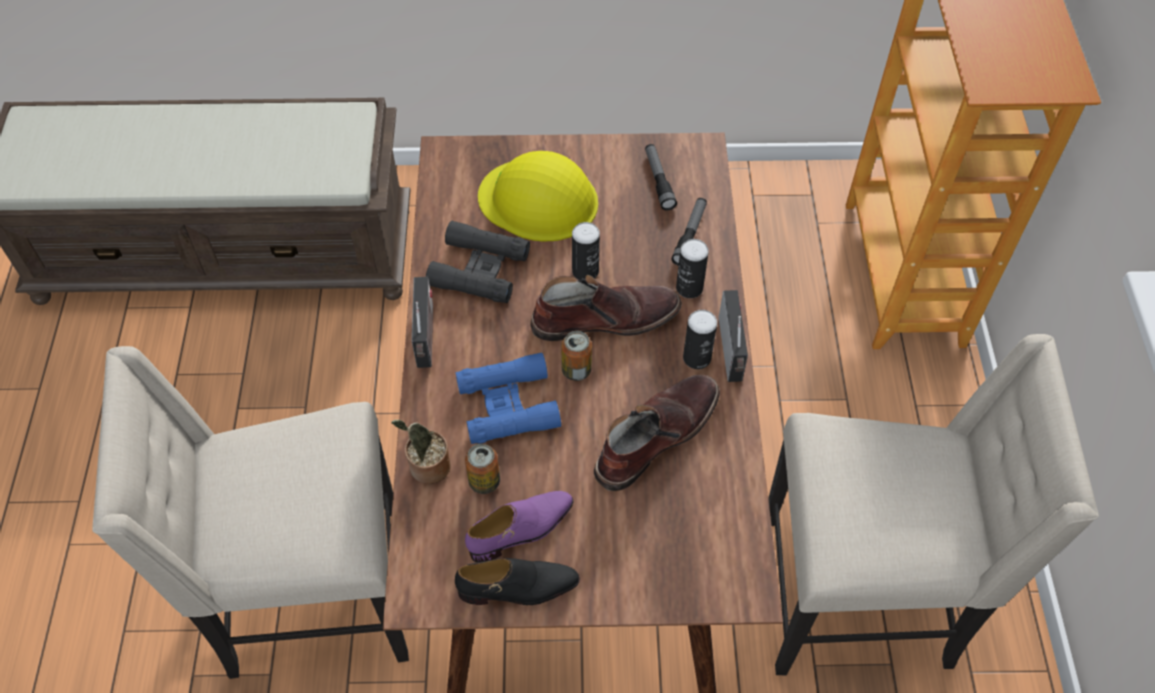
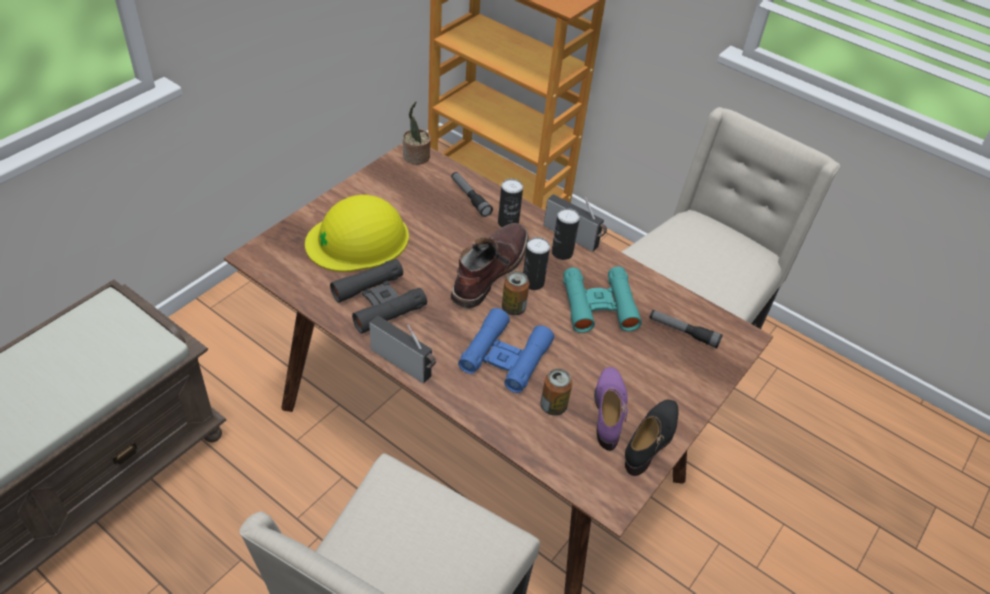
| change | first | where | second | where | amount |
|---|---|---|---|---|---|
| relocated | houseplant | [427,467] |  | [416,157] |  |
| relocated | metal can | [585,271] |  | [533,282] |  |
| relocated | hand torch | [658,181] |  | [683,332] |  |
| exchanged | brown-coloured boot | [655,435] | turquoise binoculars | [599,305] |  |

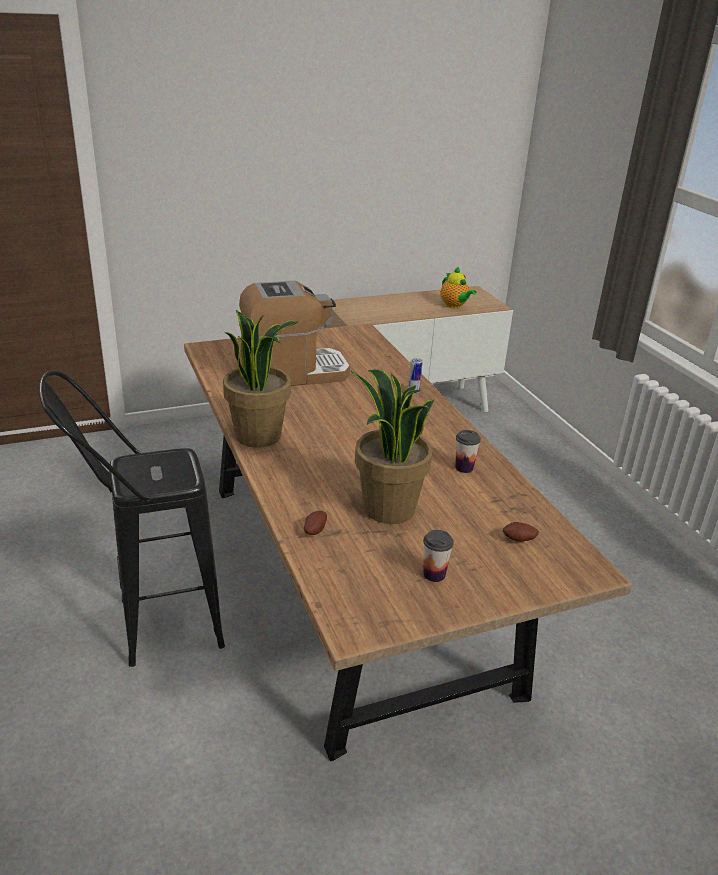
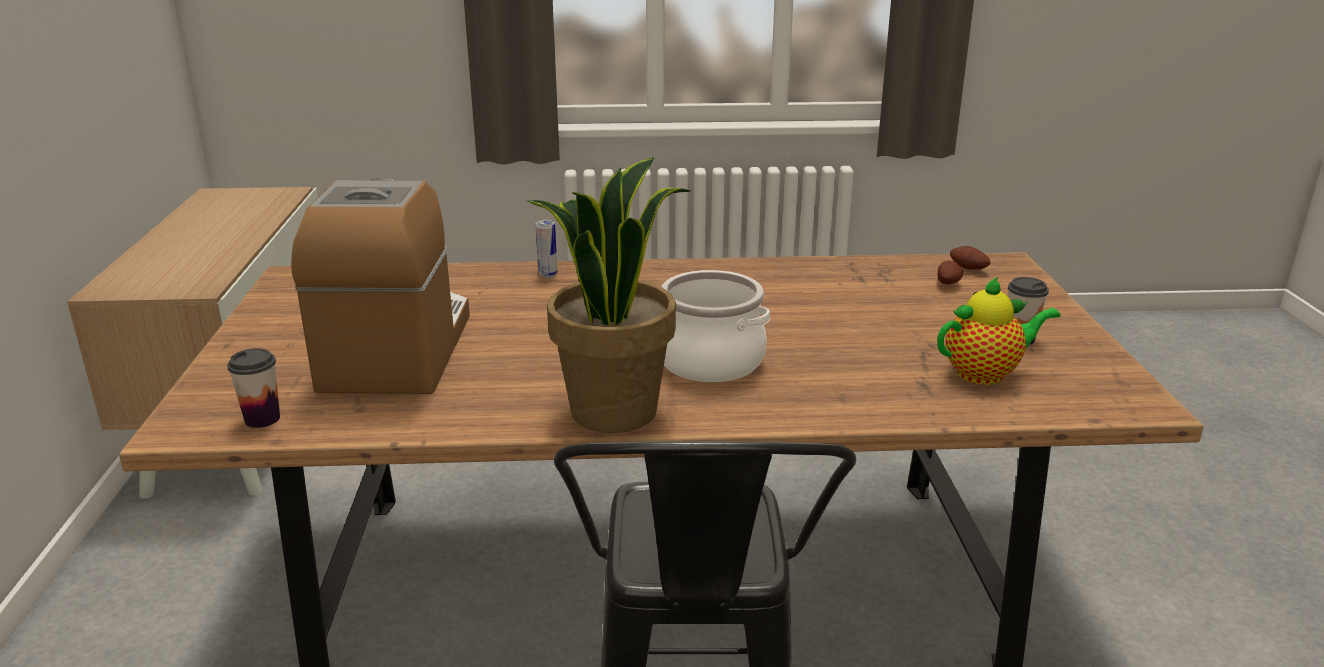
| change | first | where | second | where | amount |
|---|---|---|---|---|---|
| missing | houseplant | [388,509] |  |  |  |
| appeared |  |  | saucepot | [709,362] |  |
| relocated | whole potato | [314,530] |  | [967,269] |  |
| relocated | tea pot | [454,306] |  | [985,374] |  |
| relocated | cup | [464,468] |  | [262,419] |  |

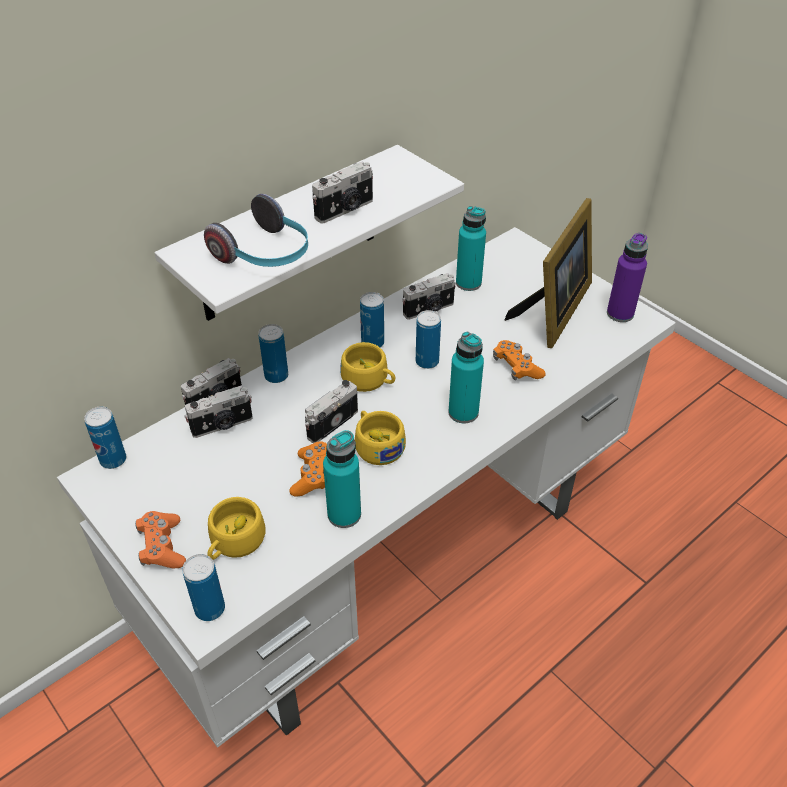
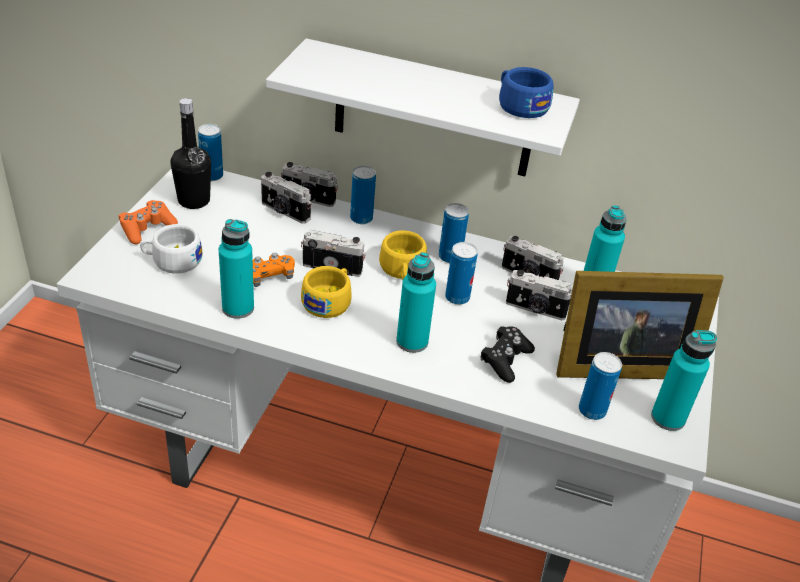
| change | first | where | second | where | amount |
|---|---|---|---|---|---|
| missing | headphones | [265,255] |  |  |  |
| appeared |  |  | black drink bottle | [194,200] |  |
| appeared |  |  | blue cup | [519,105] |  |
| relocated | metal can | [210,609] |  | [592,410] |  |
| relocated | still camera | [345,210] |  | [535,309] |  |
| colour | yellowish cup | [234,542] | white cup | [172,261] |  |
| colour | orange gamepad | [516,367] | black gamepad | [505,360] |  |
| colour | purple drink bottle | [620,314] | turquoise drink bottle | [668,418] |  |

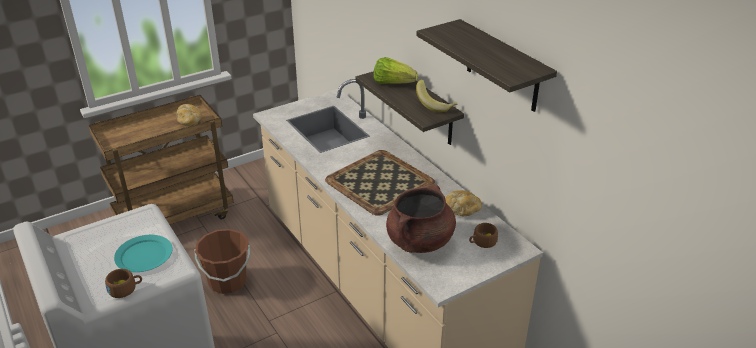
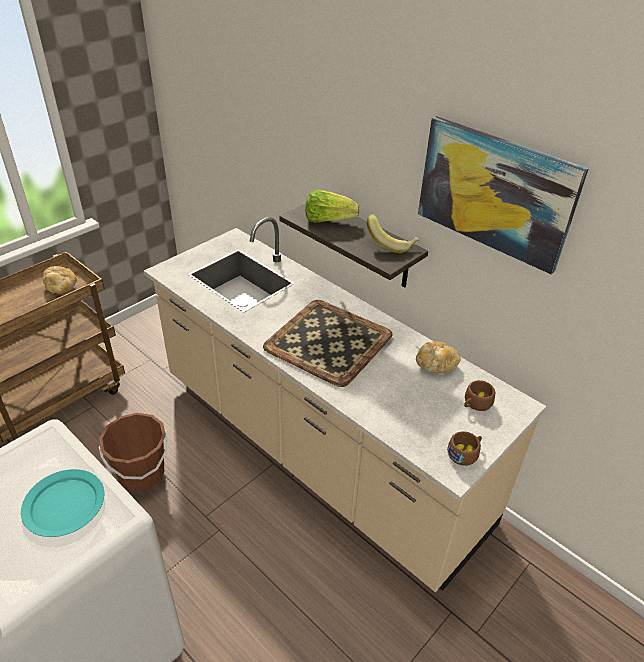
| change | first | where | second | where | amount |
|---|---|---|---|---|---|
| missing | brown-coloured saucepot | [420,241] |  |  |  |
| relocated | brown-coloured cup | [125,289] |  | [465,453] |  |
| exchanged | wall shelf | [502,66] | wall picture | [495,192] |  |

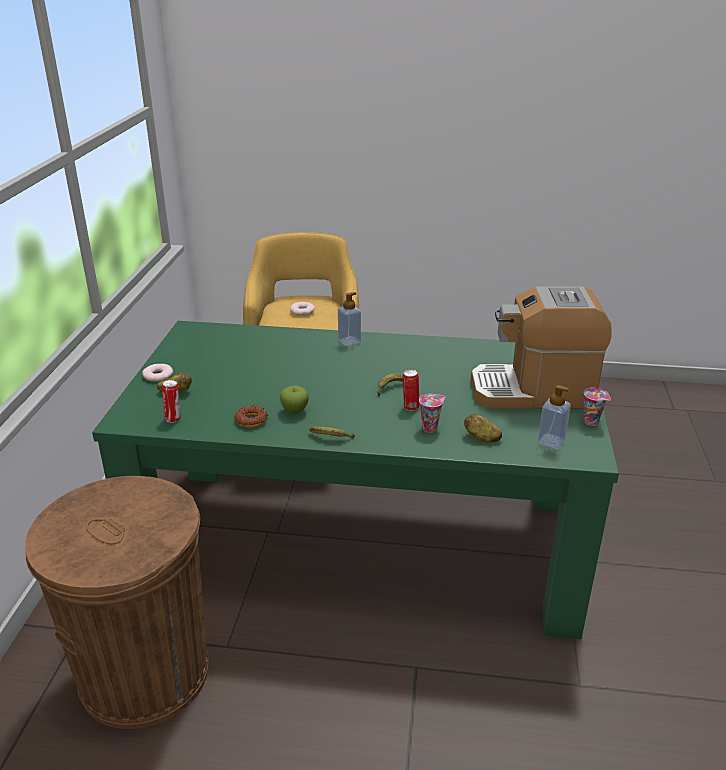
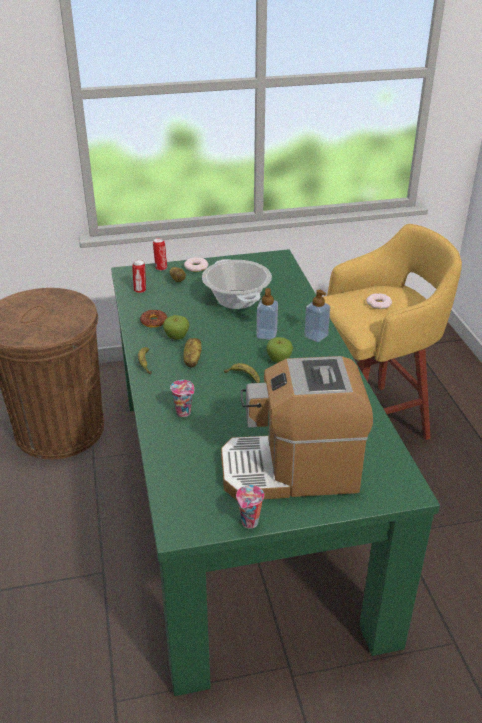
| change | first | where | second | where | amount |
|---|---|---|---|---|---|
| appeared |  |  | saucepot | [237,299] |  |
| appeared |  |  | whole apple | [279,360] |  |
| relocated | metal can | [410,407] |  | [161,268] |  |
| relocated | whole potato | [481,438] |  | [192,360] |  |
| relocated | liquid soap bottle | [551,441] |  | [266,334] |  |
| spun | coffee machine | [533,391] |  | [291,470] | 75 degrees counterclockwise |

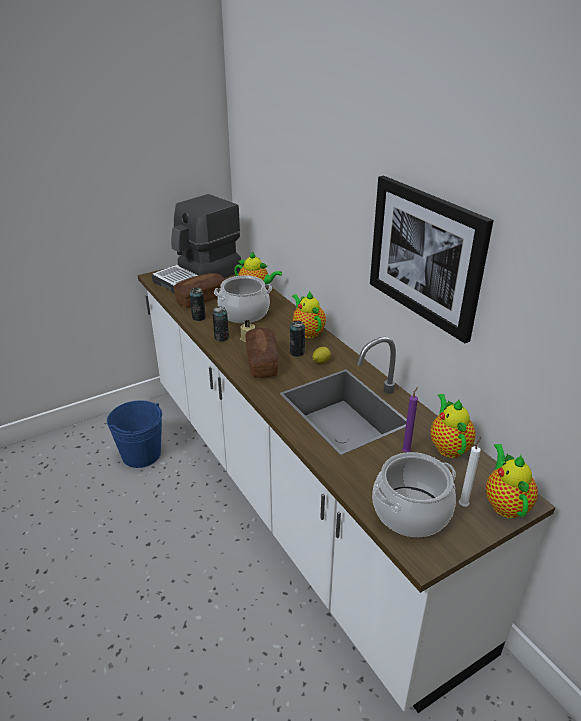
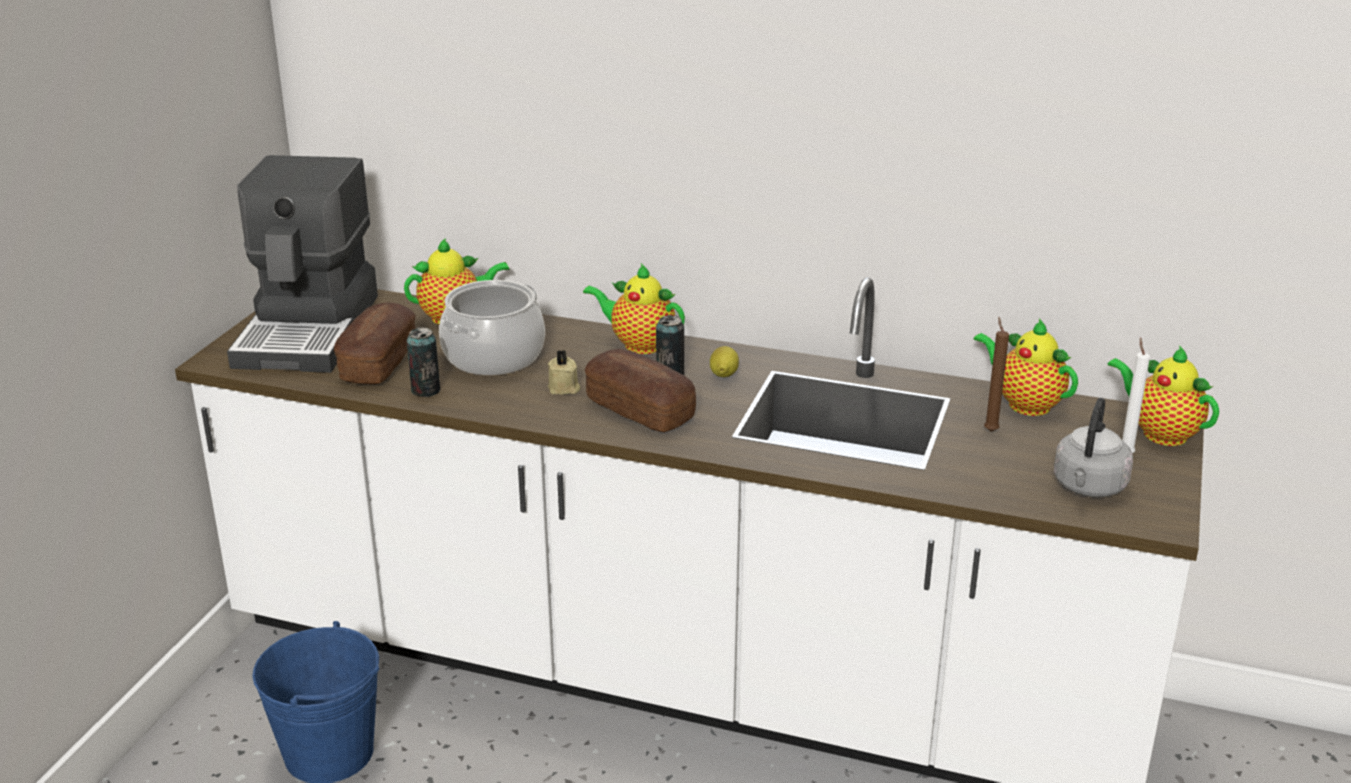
| change | first | where | second | where | amount |
|---|---|---|---|---|---|
| missing | metal can | [221,338] |  |  |  |
| missing | wall picture | [426,255] |  |  |  |
| exchanged | saucepot | [411,512] | greyish water kettle | [1088,487] |  |
| colour | purple wax candle | [406,451] | brown-coloured wax candle | [990,430] |  |

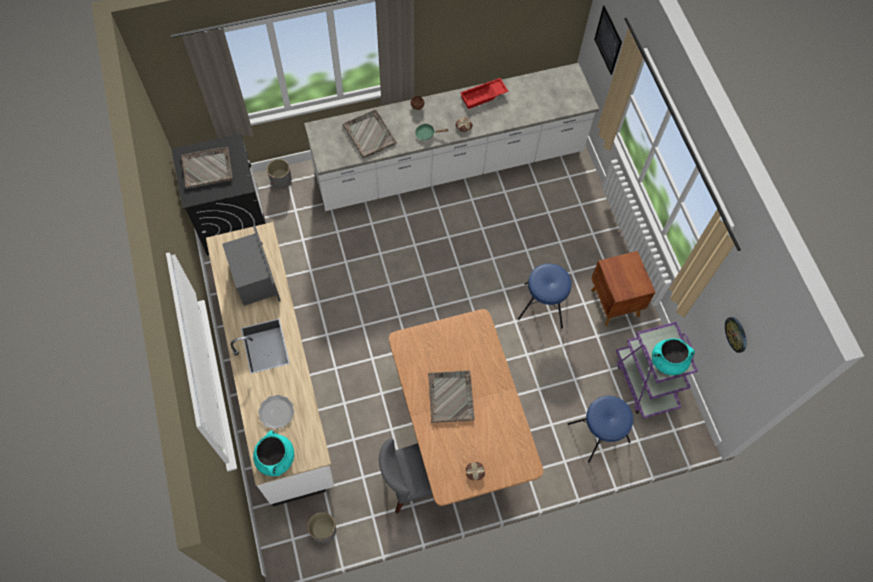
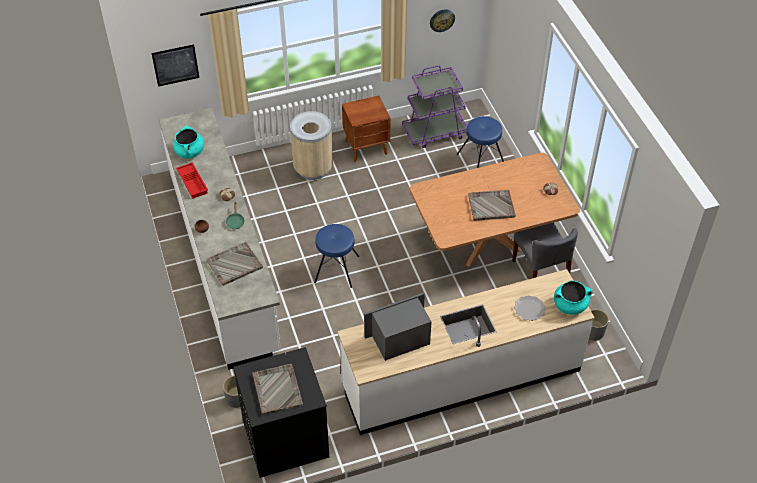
| change | first | where | second | where | amount |
|---|---|---|---|---|---|
| appeared |  |  | beige rubbish bin | [313,168] |  |
| relocated | blue sitting stool | [543,304] |  | [336,269] |  |
| relocated | turquoise saucepot | [667,361] |  | [190,152] |  |

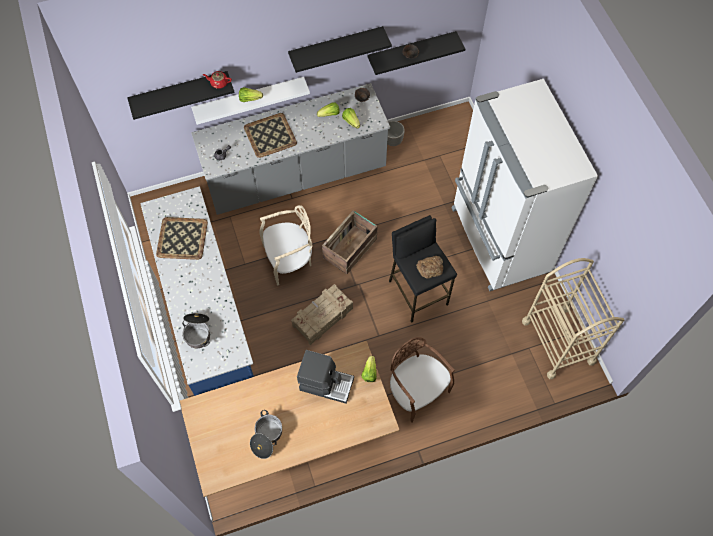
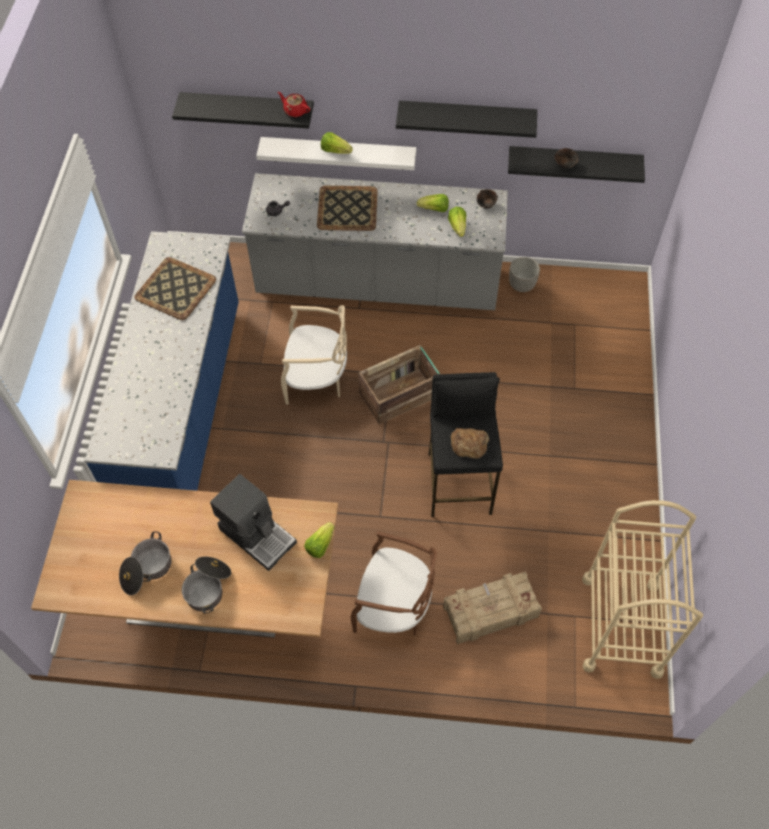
| change | first | where | second | where | amount |
|---|---|---|---|---|---|
| missing | white refrigerator | [498,240] |  |  |  |
| relocated | saucepot | [198,332] |  | [208,587] |  |
| relocated | packing crate | [322,317] |  | [489,611] |  |
| spun | brown-coloured chair | [417,390] |  | [394,607] | 120 degrees clockwise |

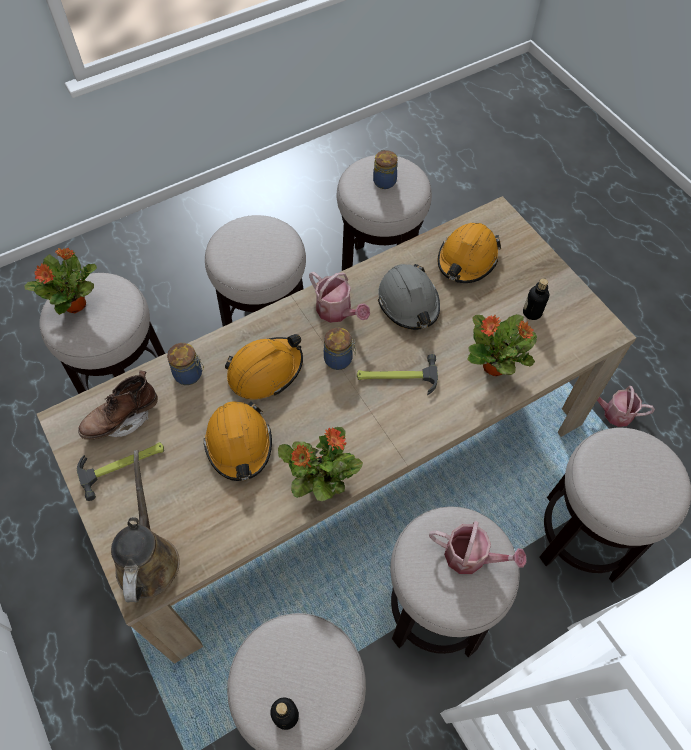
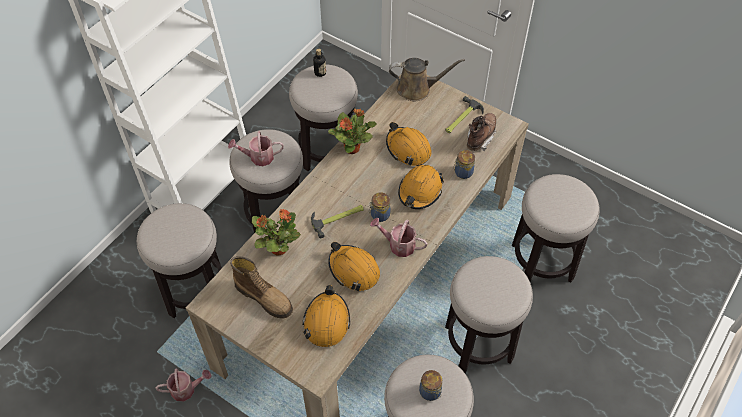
| change | first | where | second | where | amount |
|---|---|---|---|---|---|
| missing | houseplant | [76,304] |  |  |  |
| exchanged | drink bottle | [532,312] | boot | [264,297] |  |
| colour | greyish safety helmet | [408,303] | orange safety helmet | [354,270] |  |
| spun | brown-coloured sprinkling can | [148,558] |  | [417,89] | 60 degrees counterclockwise |

